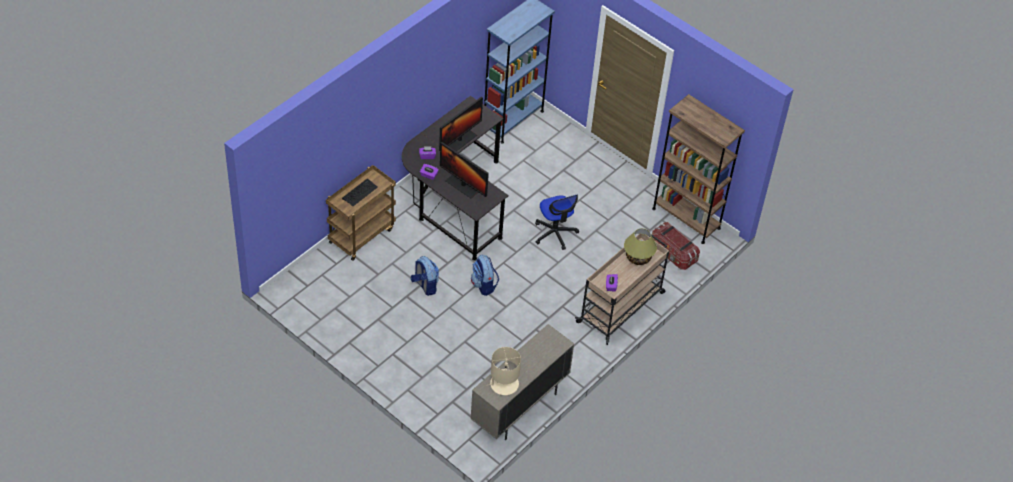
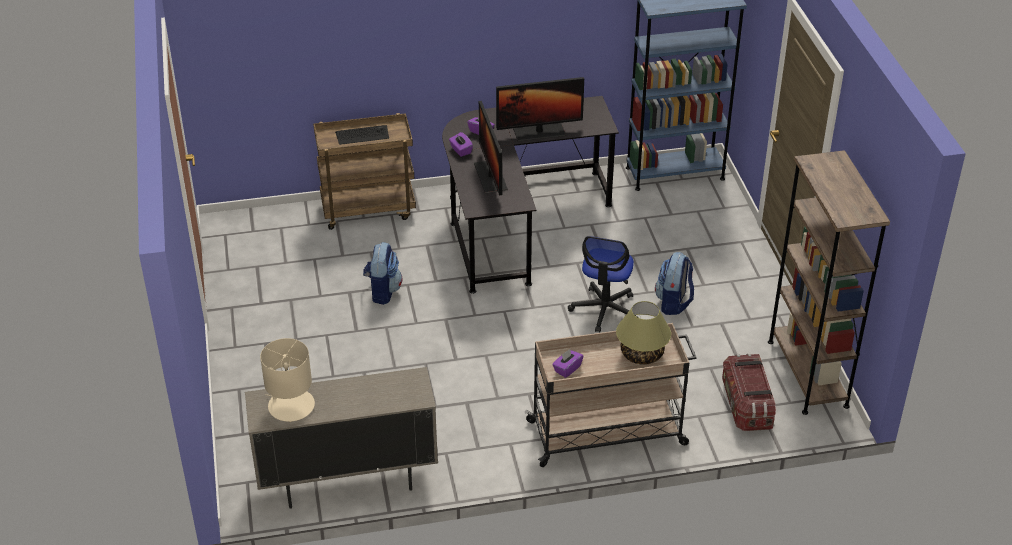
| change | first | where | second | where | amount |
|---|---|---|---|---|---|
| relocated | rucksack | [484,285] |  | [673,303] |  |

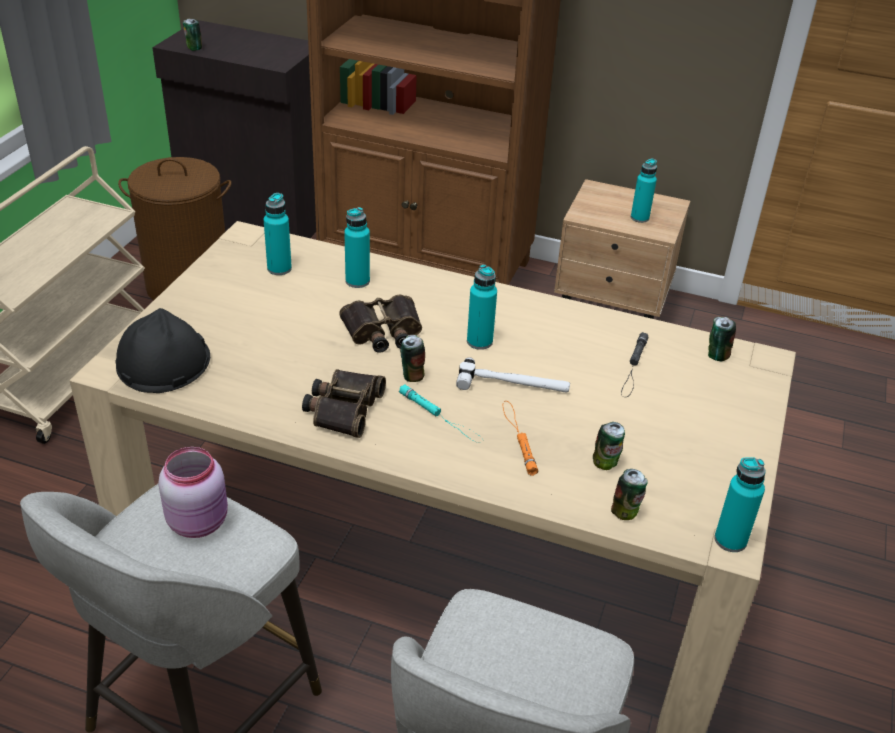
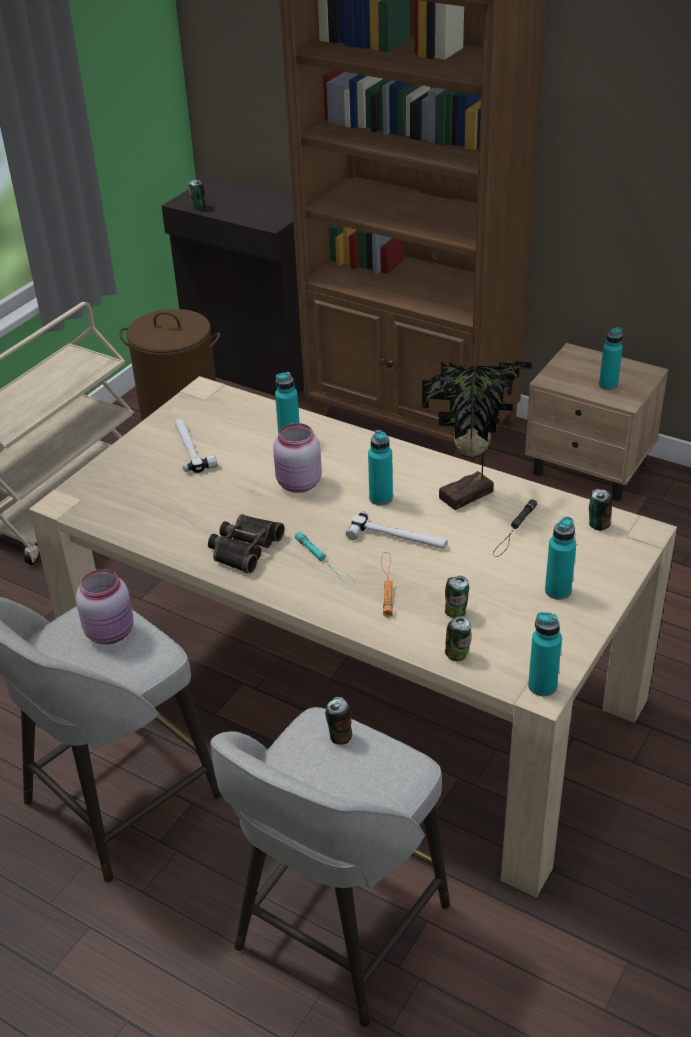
| change | first | where | second | where | amount |
|---|---|---|---|---|---|
| missing | black safety helmet | [163,362] |  |  |  |
| appeared |  |  | hammer | [191,448] |  |
| appeared |  |  | houseplant | [469,496] |  |
| relocated | turquoise drink bottle | [279,268] |  | [557,591] |  |
| relocated | metal can | [412,375] |  | [339,736] |  |
| exchanged | binoculars | [383,332] | pink storage jar | [298,484] |  |

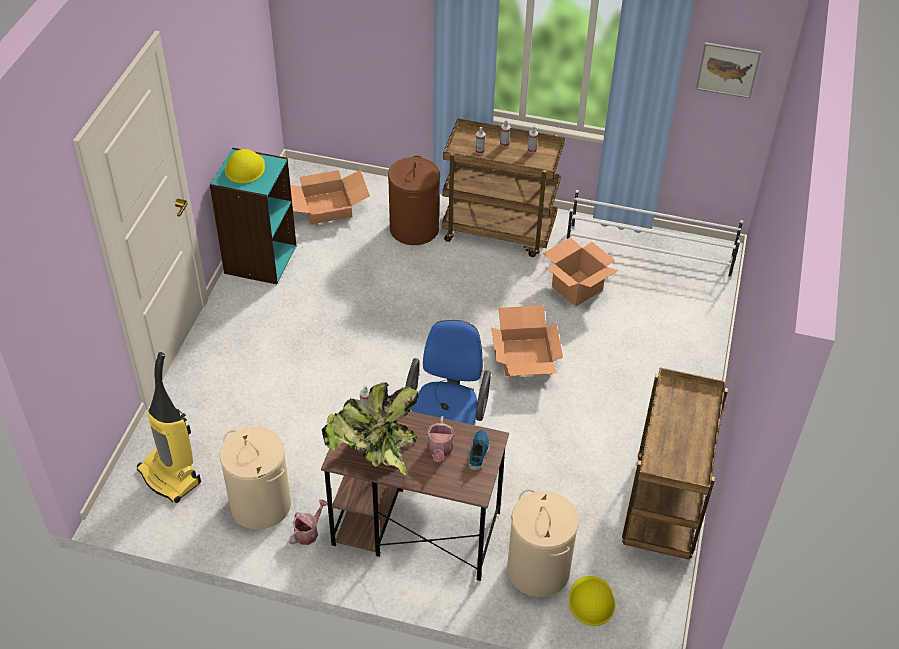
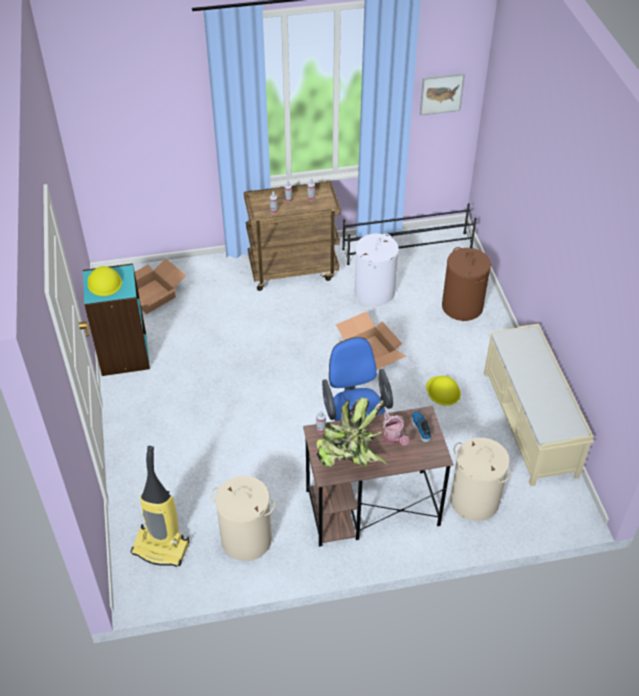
| change | first | where | second | where | amount |
|---|---|---|---|---|---|
| missing | sprinkling can | [308,532] |  |  |  |
| relocated | brown-coloured hamper | [414,229] |  | [462,307] |  |
| relocated | yellowish safety helmet | [591,601] |  | [443,391] |  |
| exchanged | cardboard box | [577,289] | white hamper | [374,292] |  |
| exchanged | brown-coloured wheeled cart | [664,510] | beige bench | [529,424] |  |
| colour | white shoe rack | [650,252] | black shoe rack | [408,248] |  |

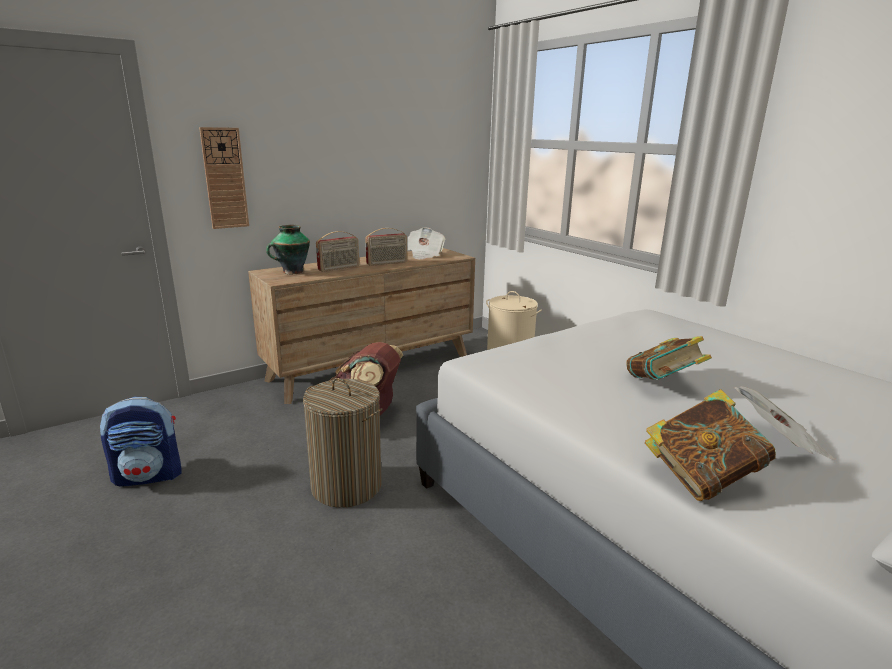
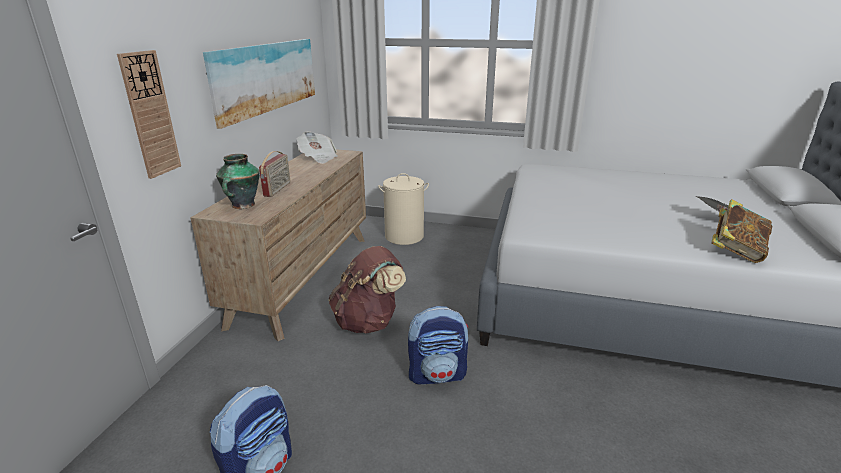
| change | first | where | second | where | amount |
|---|---|---|---|---|---|
| missing | radio | [387,263] |  |  |  |
| missing | bound book | [662,385] |  |  |  |
| appeared |  |  | wall picture | [265,77] |  |
| exchanged | hamper | [347,486] | rucksack | [437,374] |  |

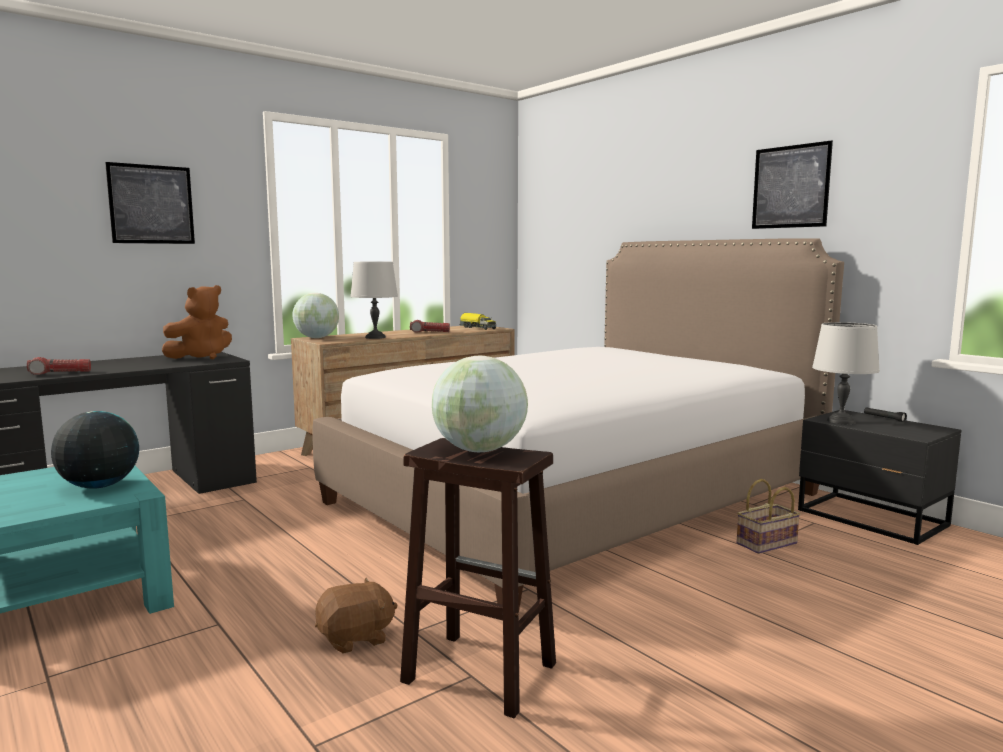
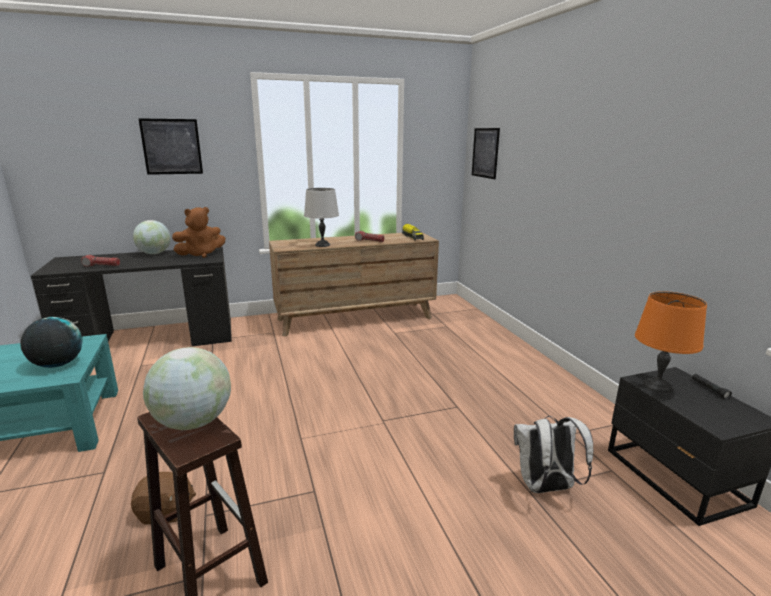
| change | first | where | second | where | amount |
|---|---|---|---|---|---|
| missing | bedroom bed | [576,498] |  |  |  |
| relocated | desk globe | [316,338] |  | [154,253] |  |
| relocated | wall picture | [790,187] |  | [485,153] |  |
| exchanged | basket | [766,544] | white rucksack | [545,488] |  |
| colour | greyish tabletop lamp | [841,421] | orange tabletop lamp | [657,386] |  |

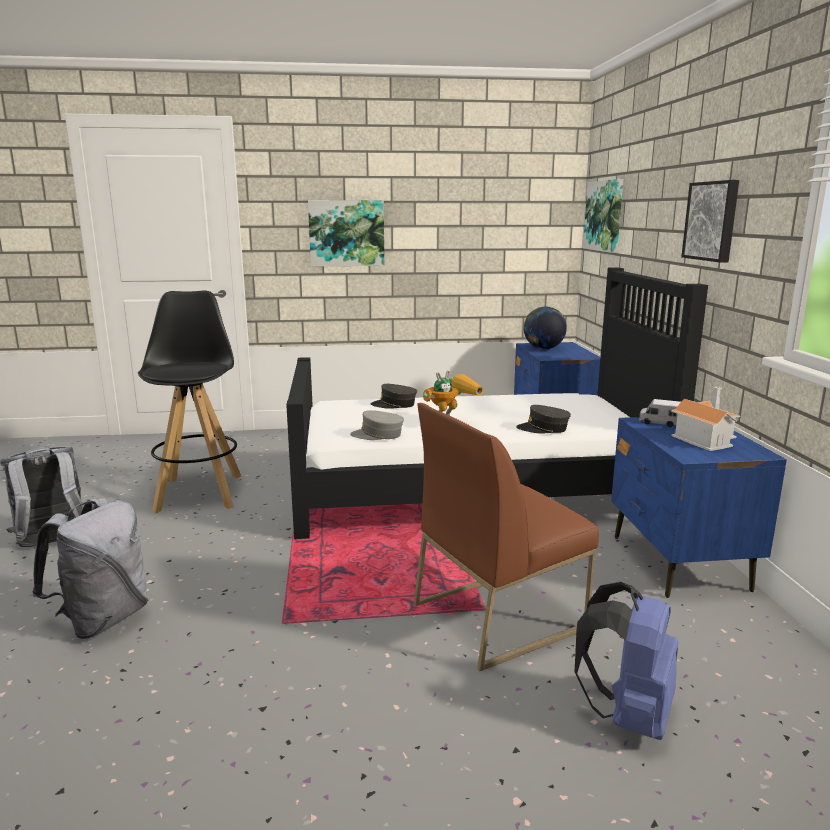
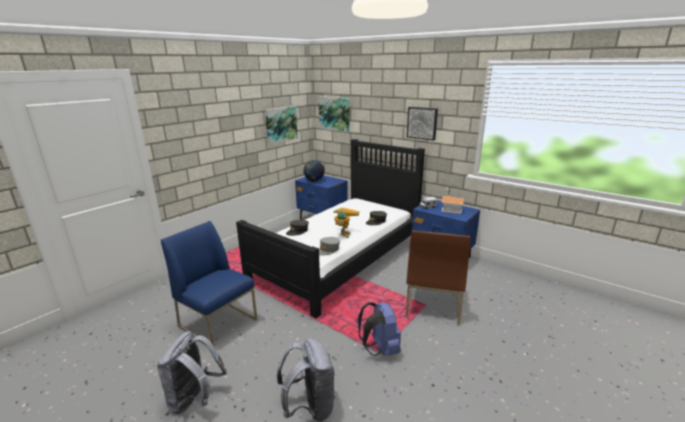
| change | first | where | second | where | amount |
|---|---|---|---|---|---|
| relocated | wall picture | [346,233] |  | [280,124] |  |
| relocated | blue rucksack | [627,714] |  | [380,349] |  |
| exchanged | black sitting stool | [200,492] | blue chair | [219,323] |  |

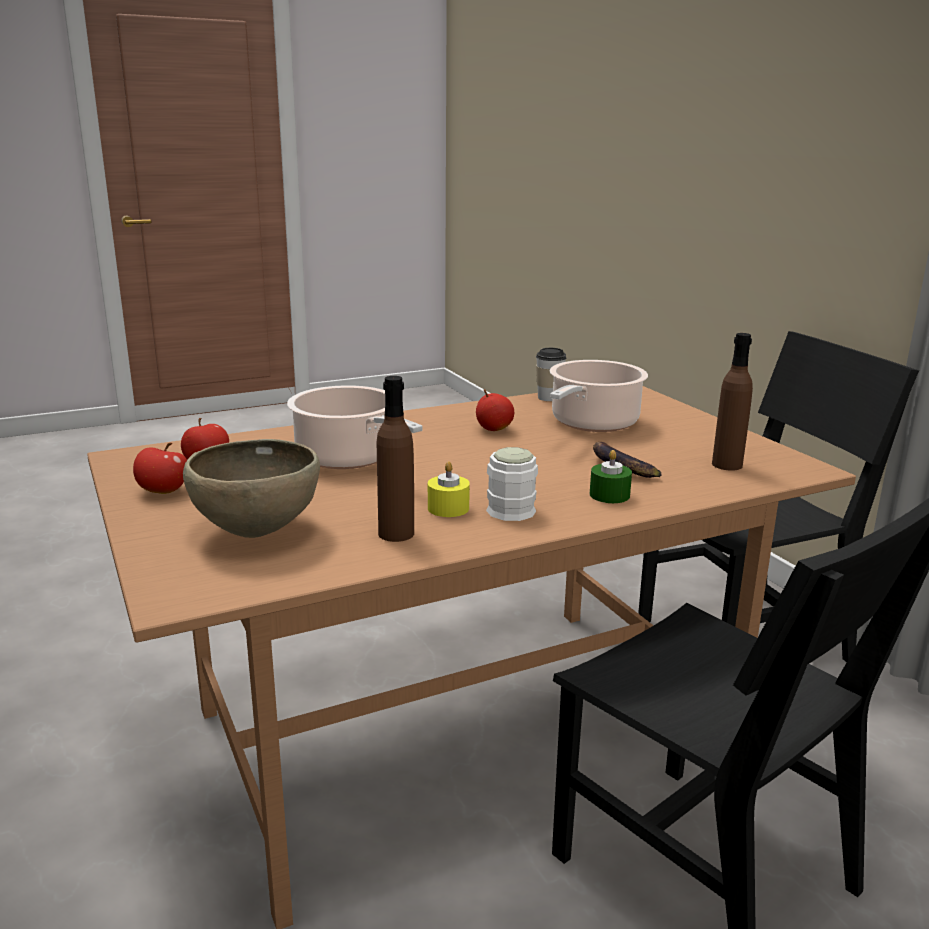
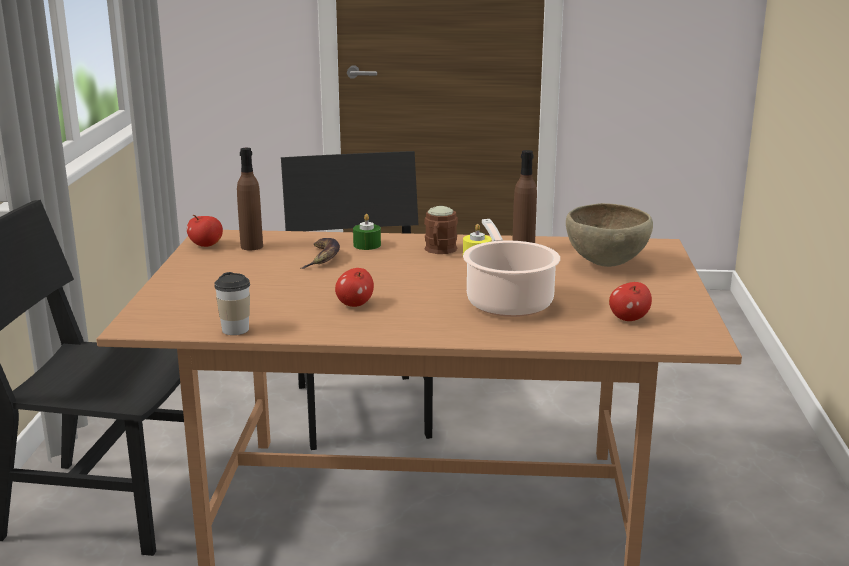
| change | first | where | second | where | amount |
|---|---|---|---|---|---|
| missing | saucepot | [592,423] |  |  |  |
| relocated | whole apple | [163,491] |  | [206,245] |  |
| colour | white mug | [507,506] | brown-coloured mug | [439,251] |  |

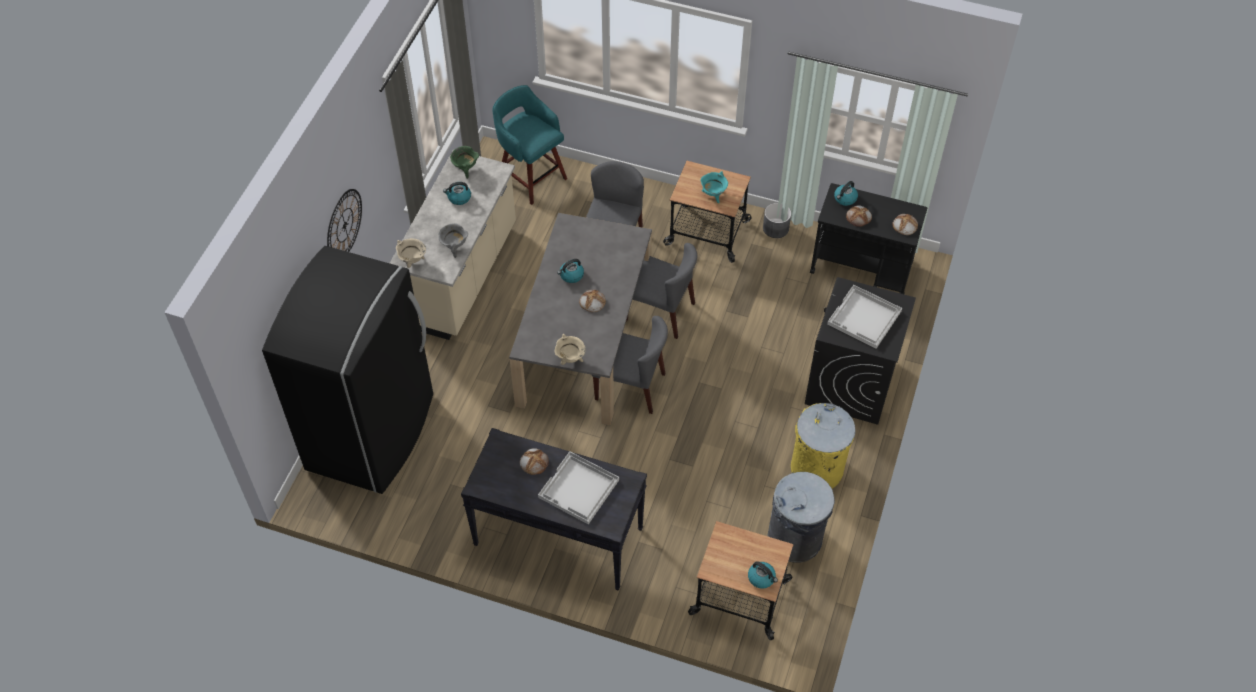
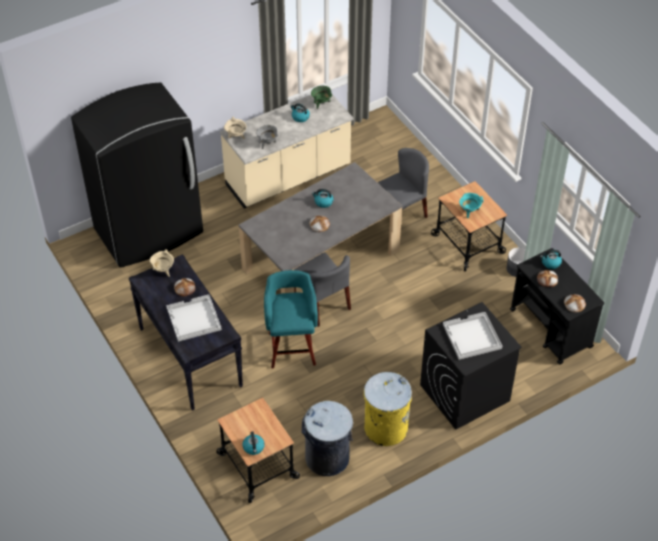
| change | first | where | second | where | amount |
|---|---|---|---|---|---|
| missing | clock on the wall | [344,225] |  |  |  |
| missing | greyish chair | [660,312] |  |  |  |
| relocated | turquoise sitting stool | [531,177] |  | [292,347] |  |
| relocated | beige saucepot | [570,359] |  | [163,271] |  |

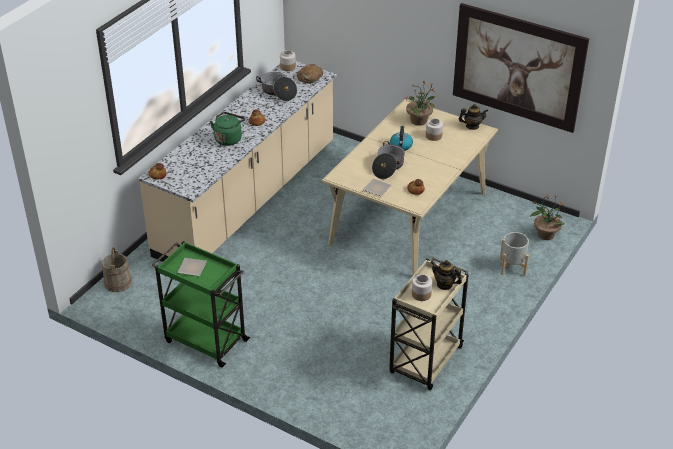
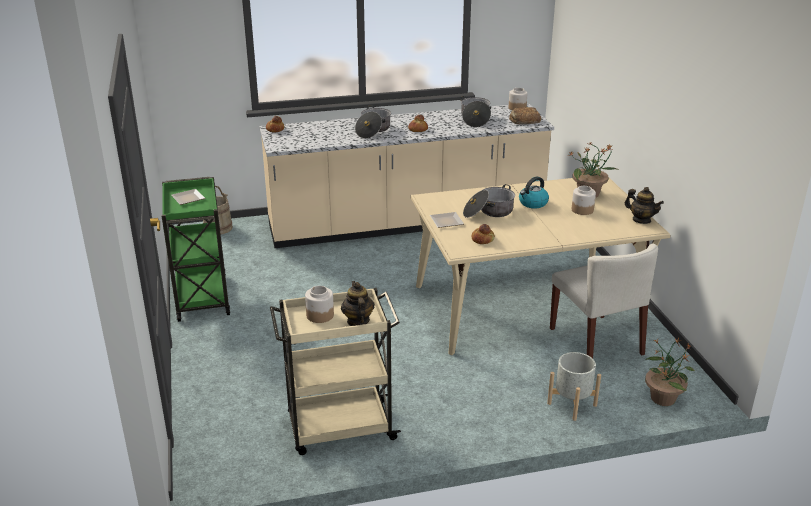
| change | first | where | second | where | amount |
|---|---|---|---|---|---|
| missing | wall picture | [518,67] |  |  |  |
| appeared |  |  | beige chair | [596,341] |  |
| exchanged | green water kettle | [229,138] | saucepot | [373,130] |  |

